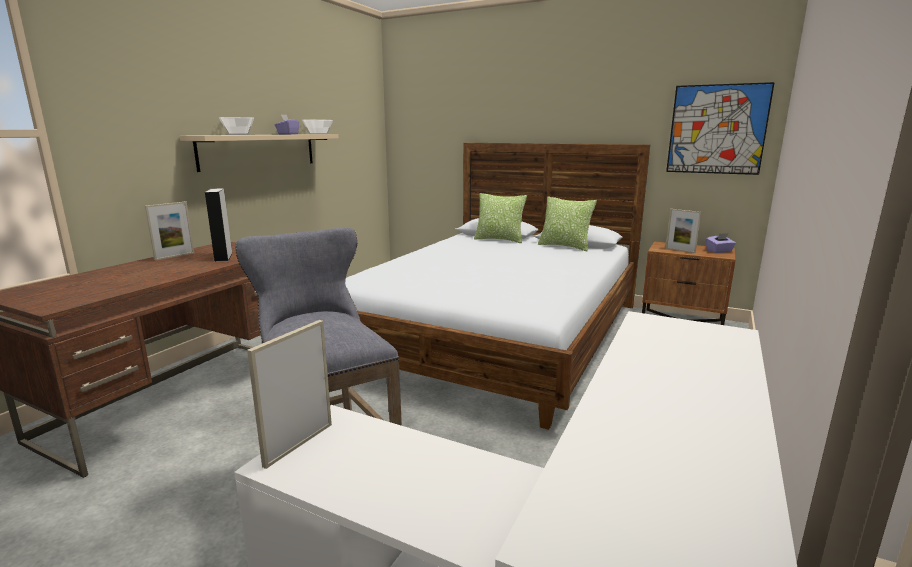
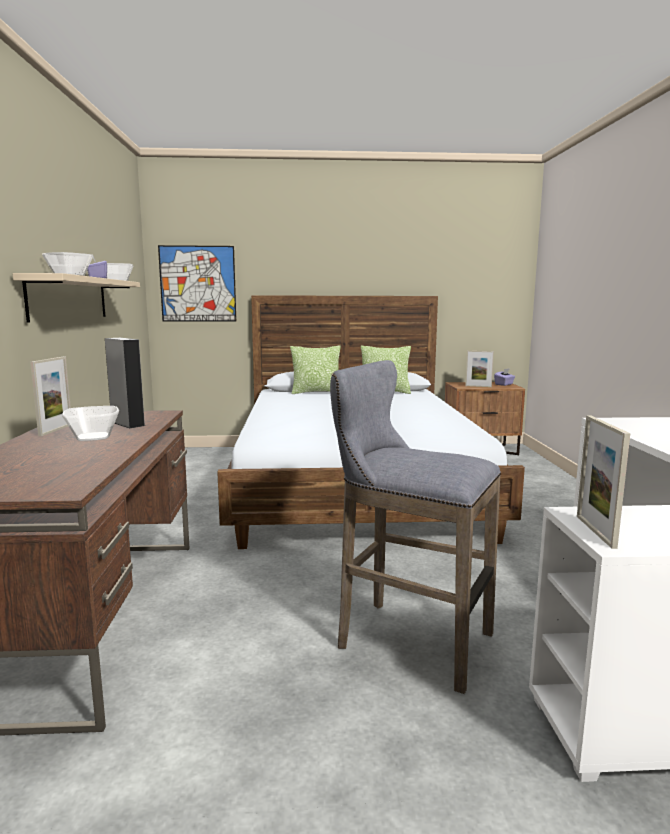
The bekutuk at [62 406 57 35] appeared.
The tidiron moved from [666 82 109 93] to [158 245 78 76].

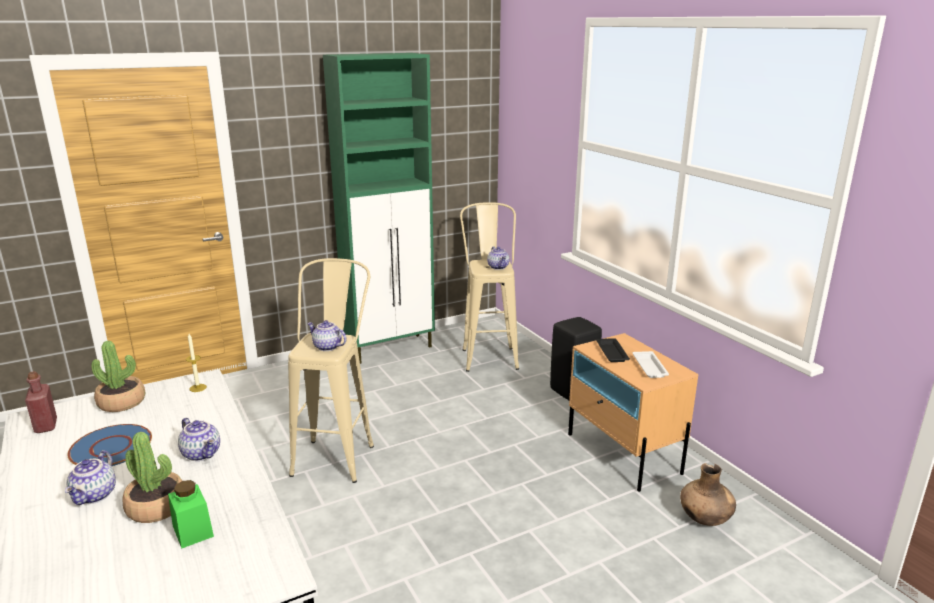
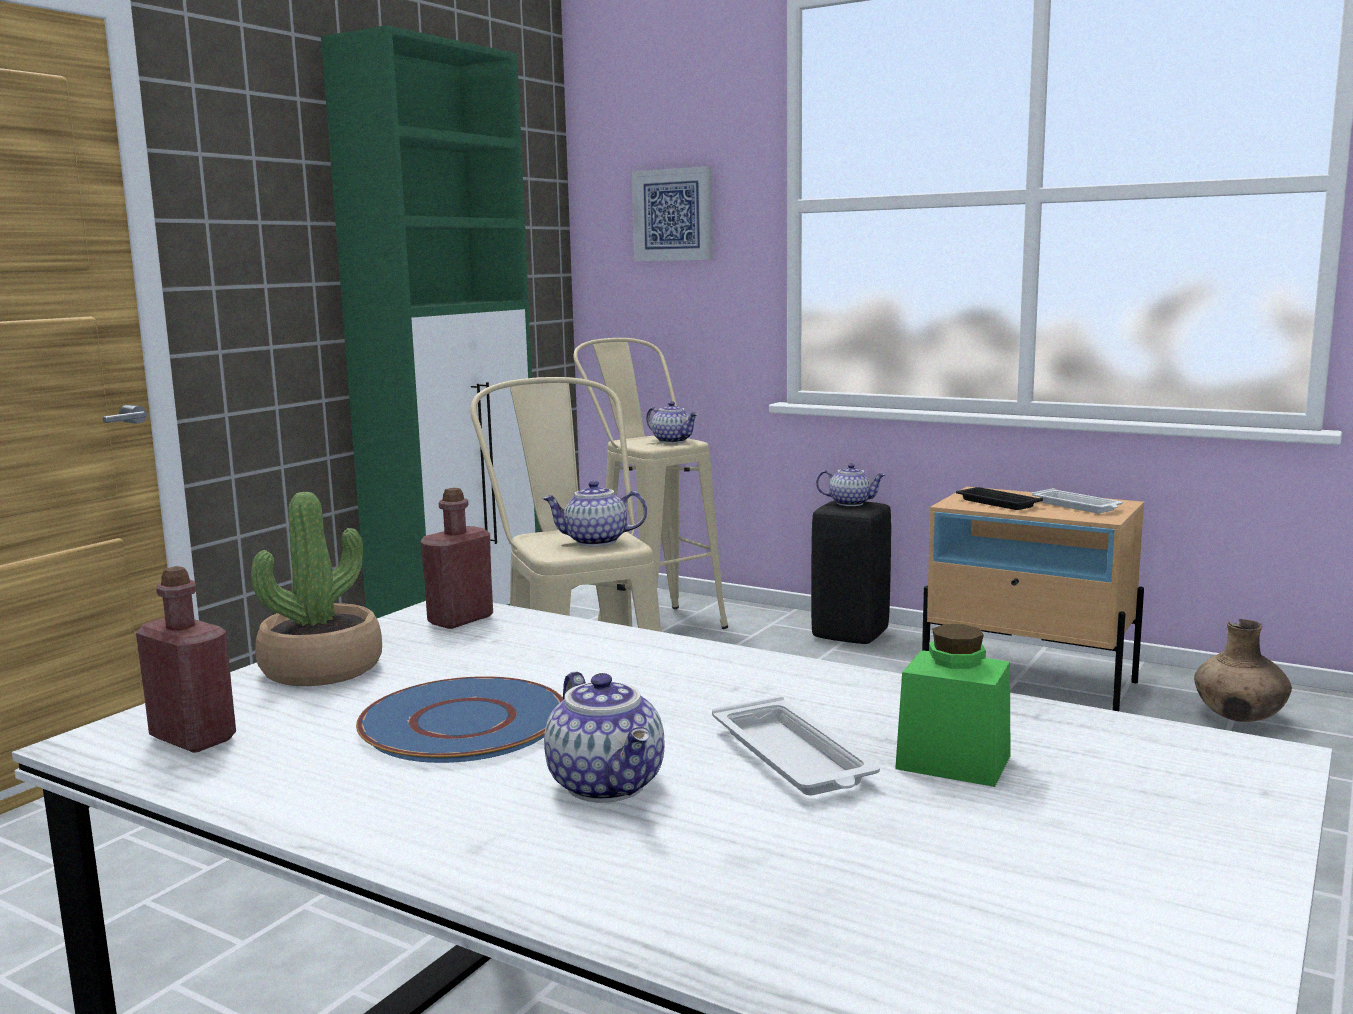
The tidiron at [632 166 81 95] appeared.
The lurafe moved from [178 418 42 43] to [816 463 70 43].
The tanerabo at [123 432 60 91] was replaced by the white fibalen at [712 696 168 100].
The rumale at [186 334 21 58] was replaced by the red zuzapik at [420 488 73 141].

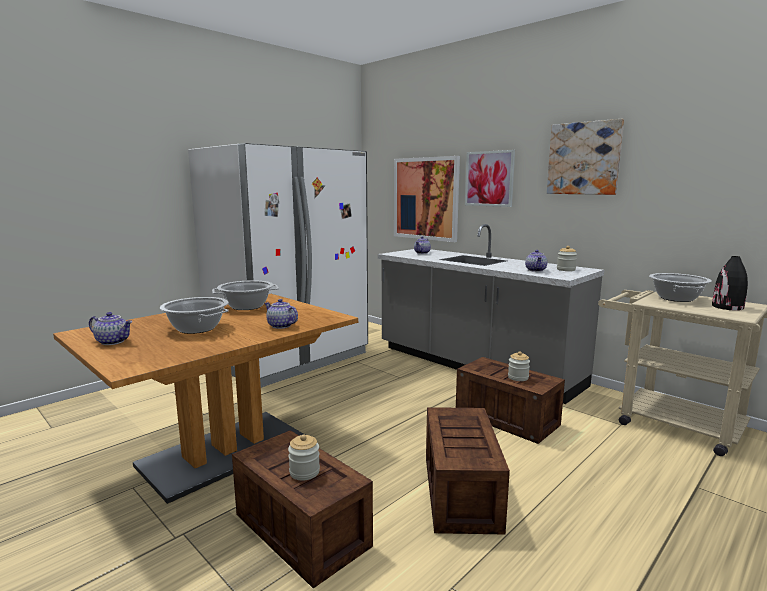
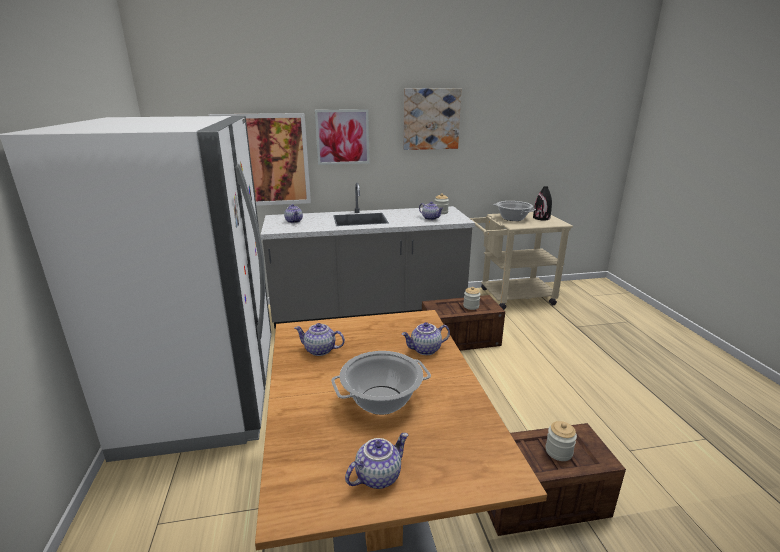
The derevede at [426 407 84 128] disappeared.
The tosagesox at [212 281 67 29] was replaced by the lurafe at [295 323 50 33].

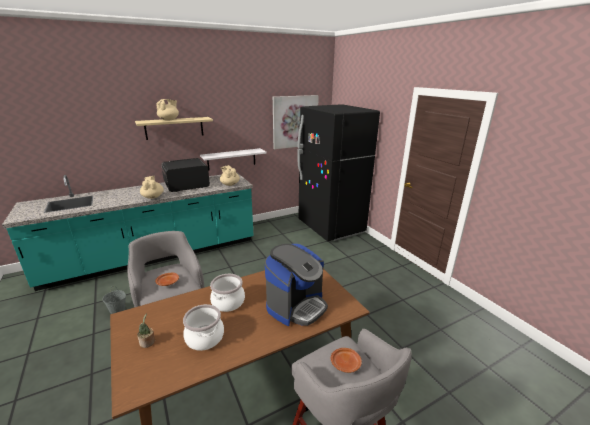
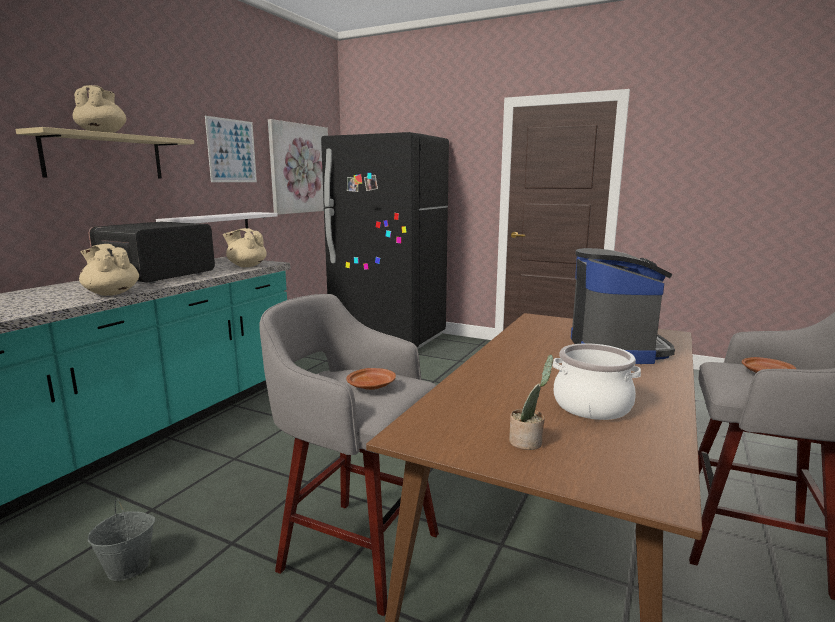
The tosagesox at [210 274 35 38] disappeared.
The tidiron at [205 116 52 66] appeared.

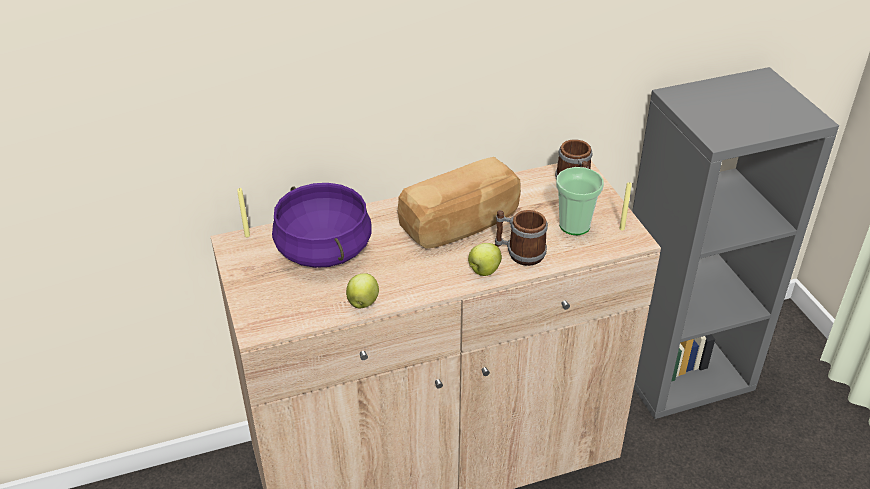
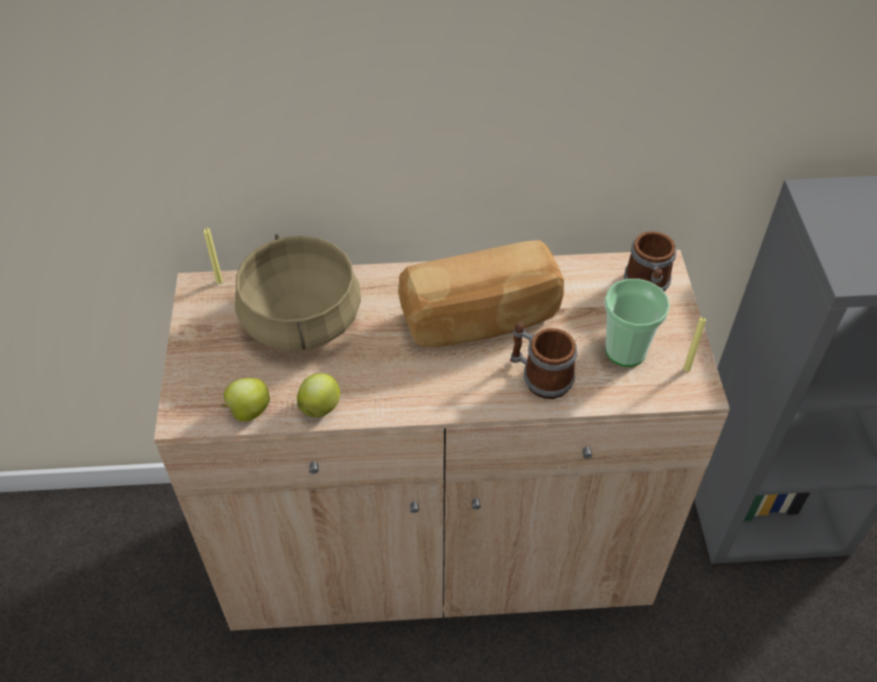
The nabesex moved from [468 243 34 33] to [221 378 49 43].
The purple tosagesox at [272 183 100 85] became the beige tosagesox at [235 234 126 117].

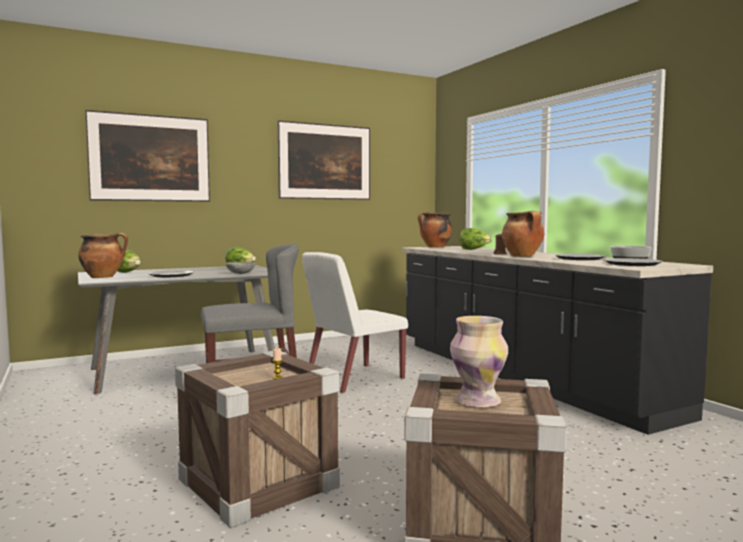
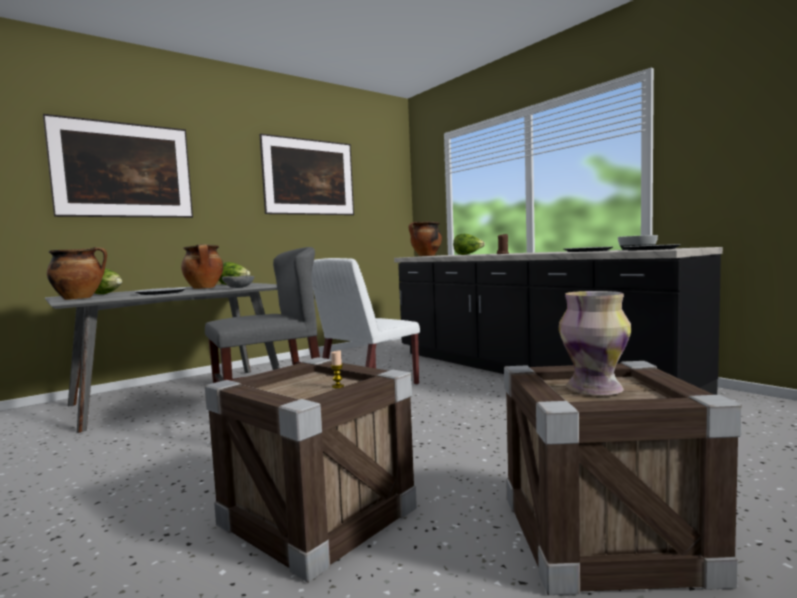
The tosagesox moved from [502 211 42 46] to [181 244 42 45].

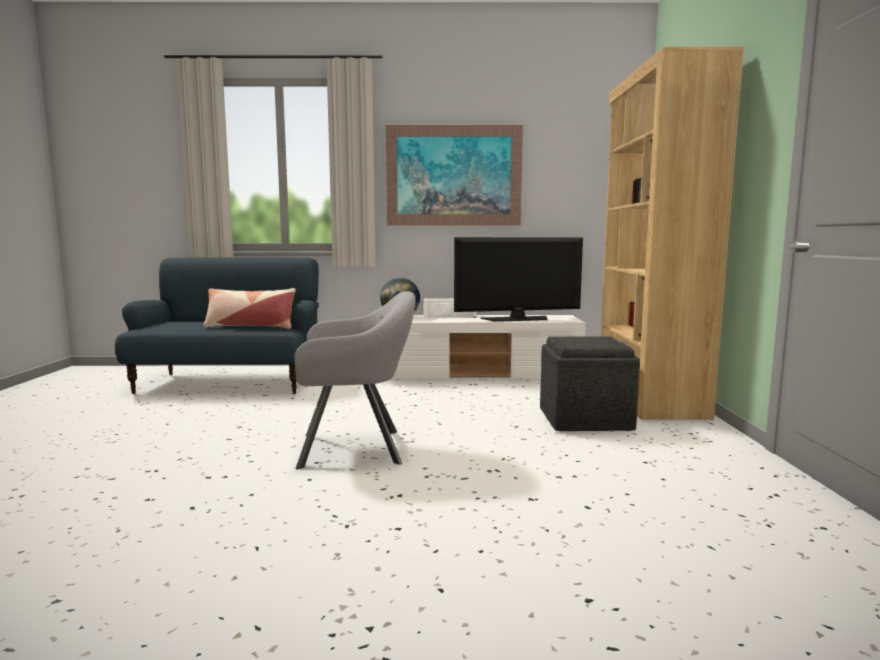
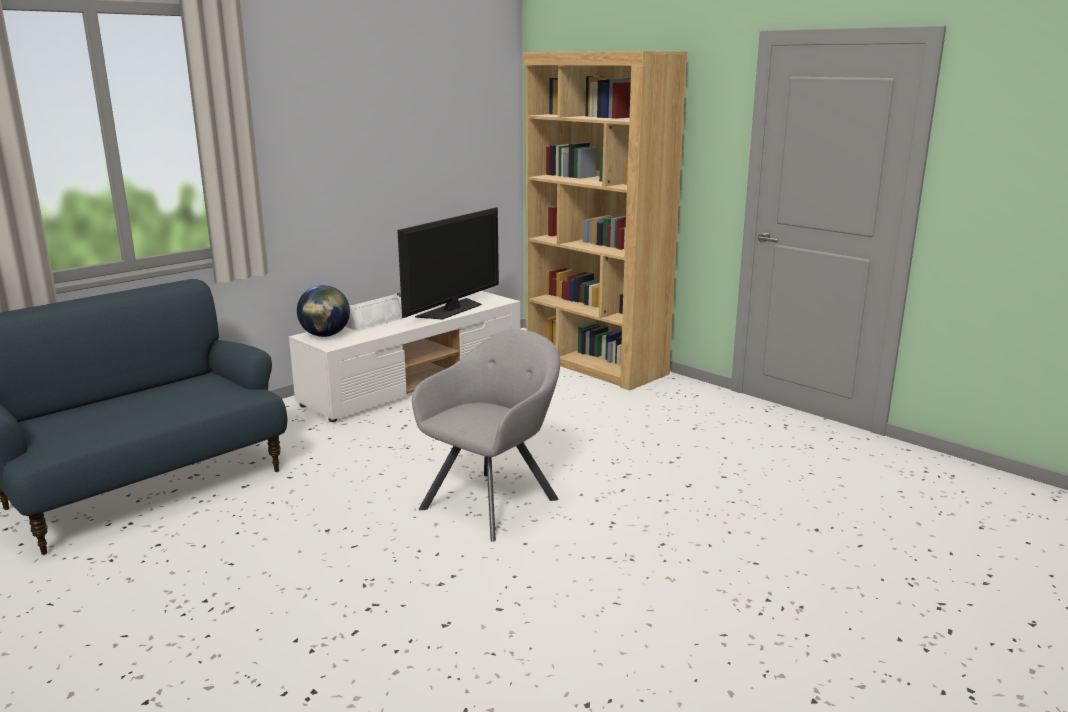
The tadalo at [203 288 92 41] disappeared.
The tidiron at [386 125 137 100] disappeared.
The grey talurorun at [540 336 100 95] disappeared.

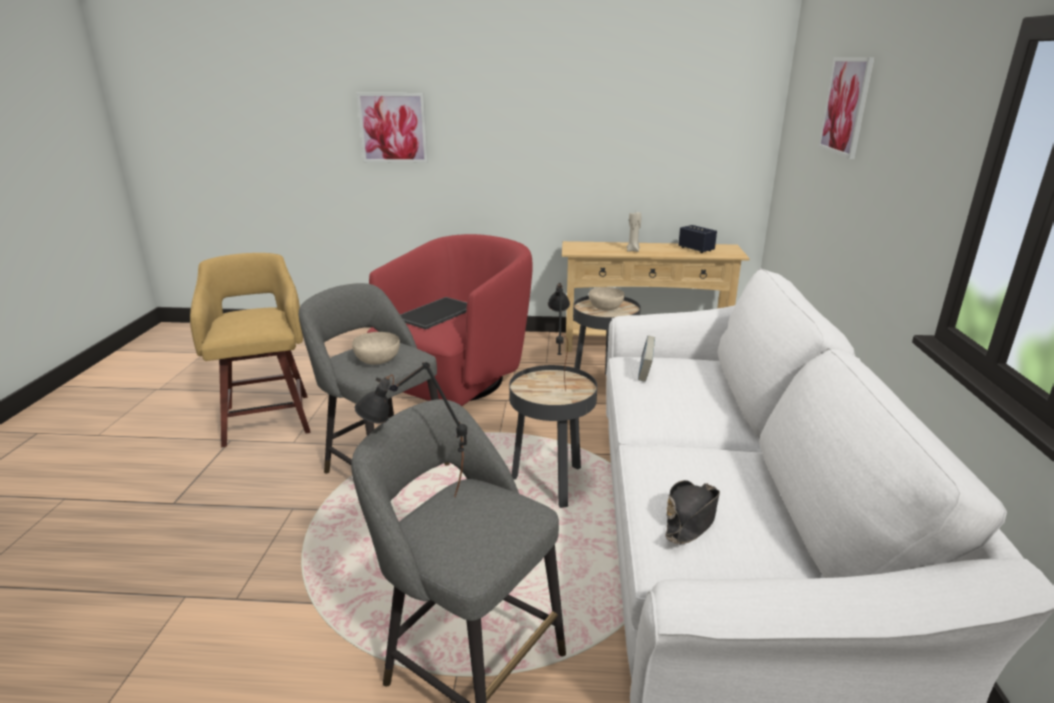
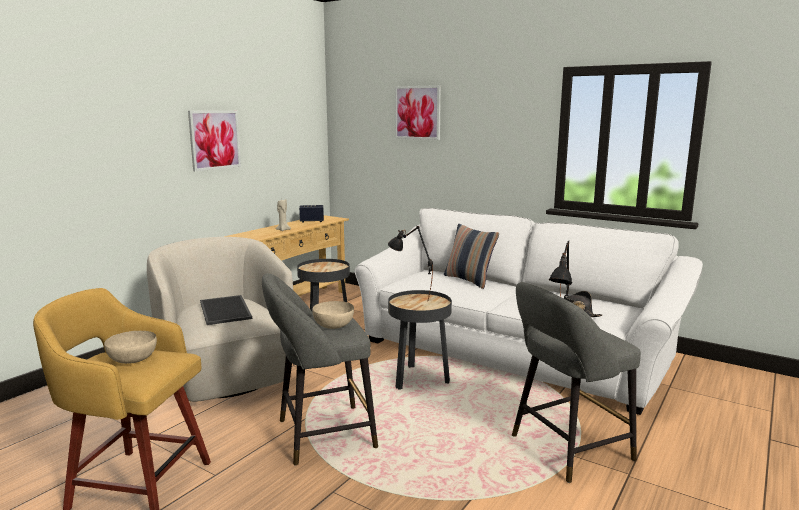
The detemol at [638 336 17 46] disappeared.
The tadalo at [444 224 55 65] appeared.
The tidiron moved from [357 93 71 70] to [188 111 53 60].
The beige bekutuk moved from [589 287 35 23] to [104 331 53 33].
The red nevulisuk at [367 234 166 172] became the beige nevulisuk at [147 237 146 165].

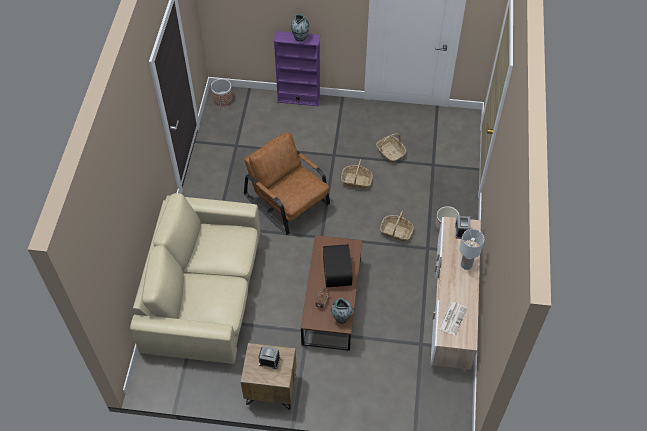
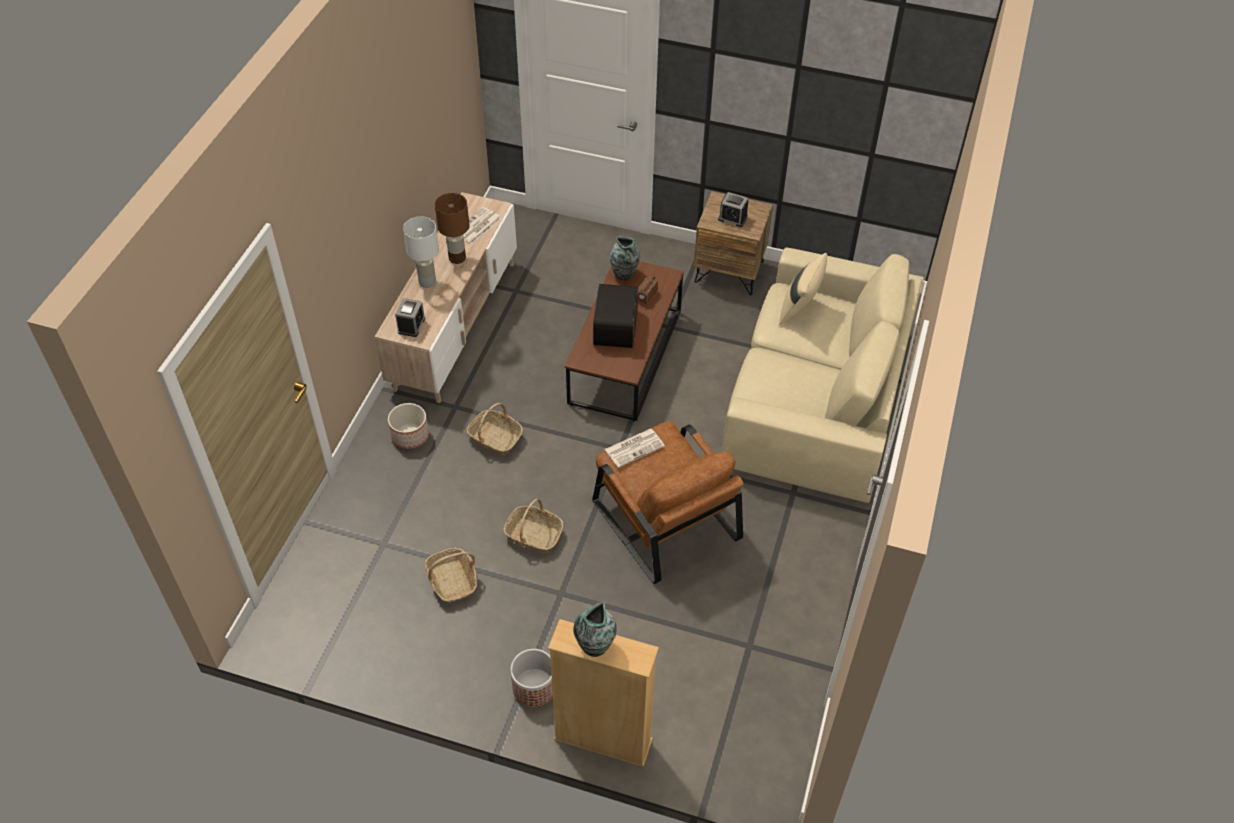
The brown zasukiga at [435 193 34 71] appeared.
The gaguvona at [605 429 60 39] appeared.
The beige tadalo at [779 253 48 72] appeared.
The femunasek moved from [211 79 22 27] to [510 649 43 58].
The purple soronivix at [273 31 48 75] became the beige soronivix at [548 619 111 148].

